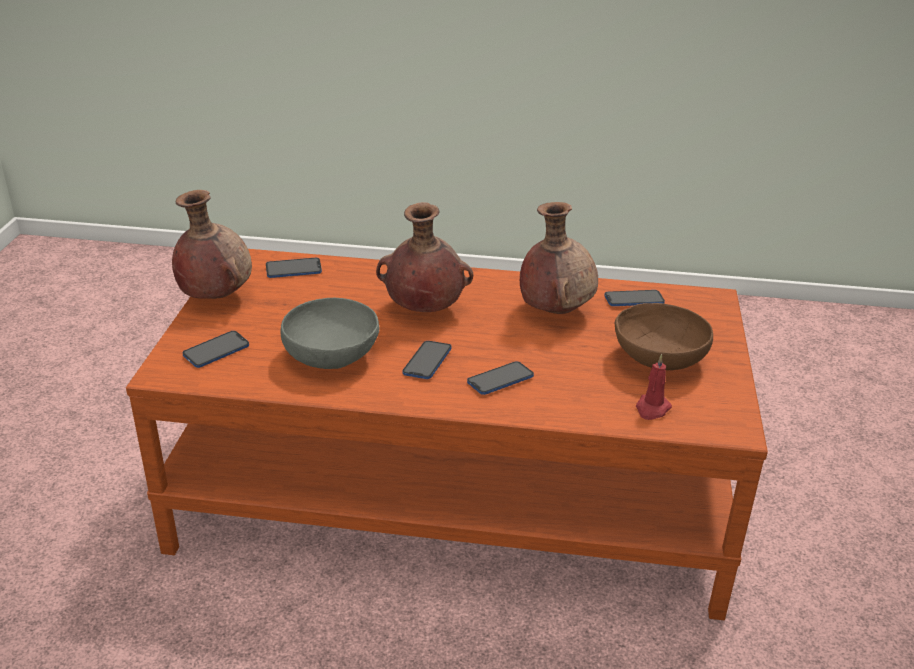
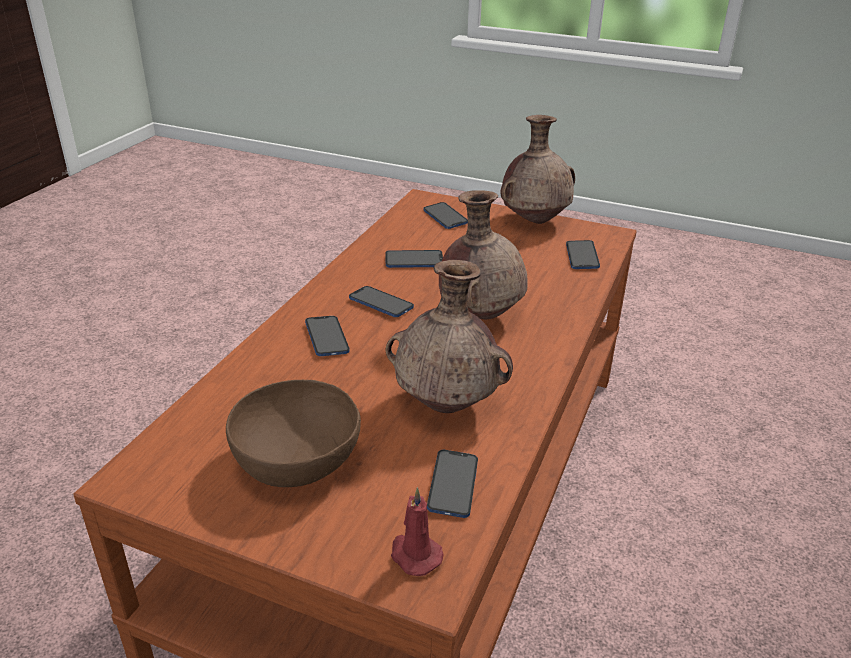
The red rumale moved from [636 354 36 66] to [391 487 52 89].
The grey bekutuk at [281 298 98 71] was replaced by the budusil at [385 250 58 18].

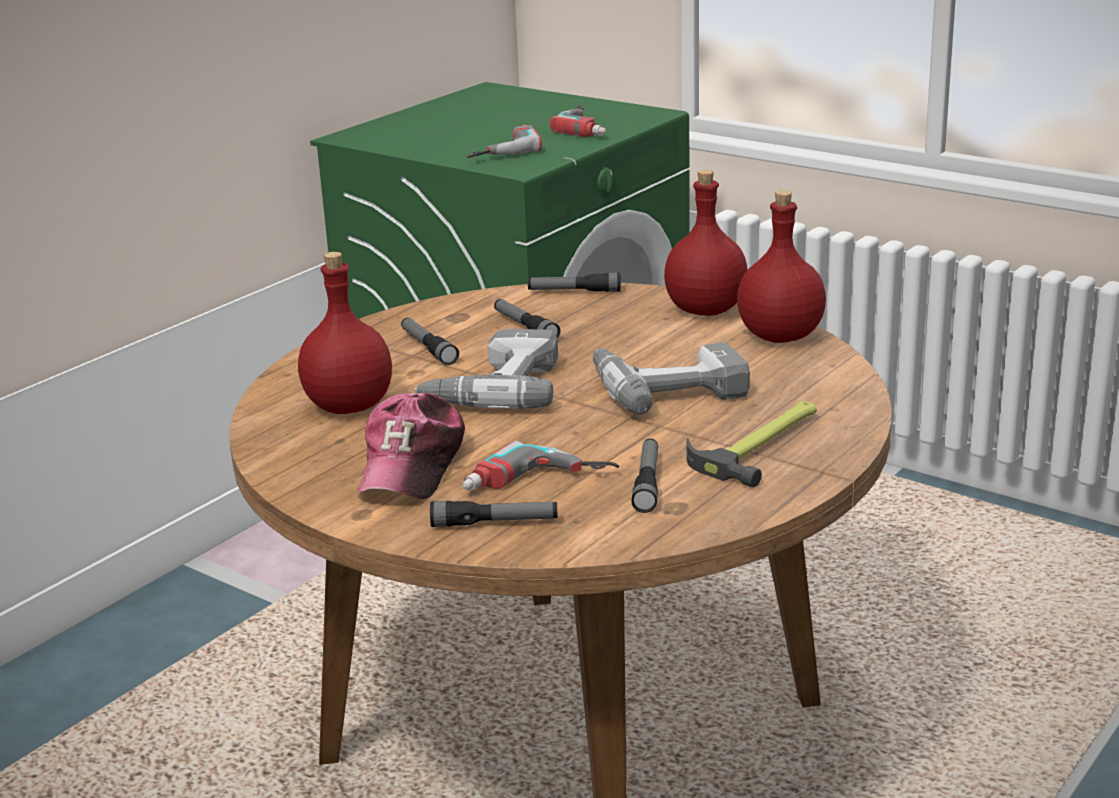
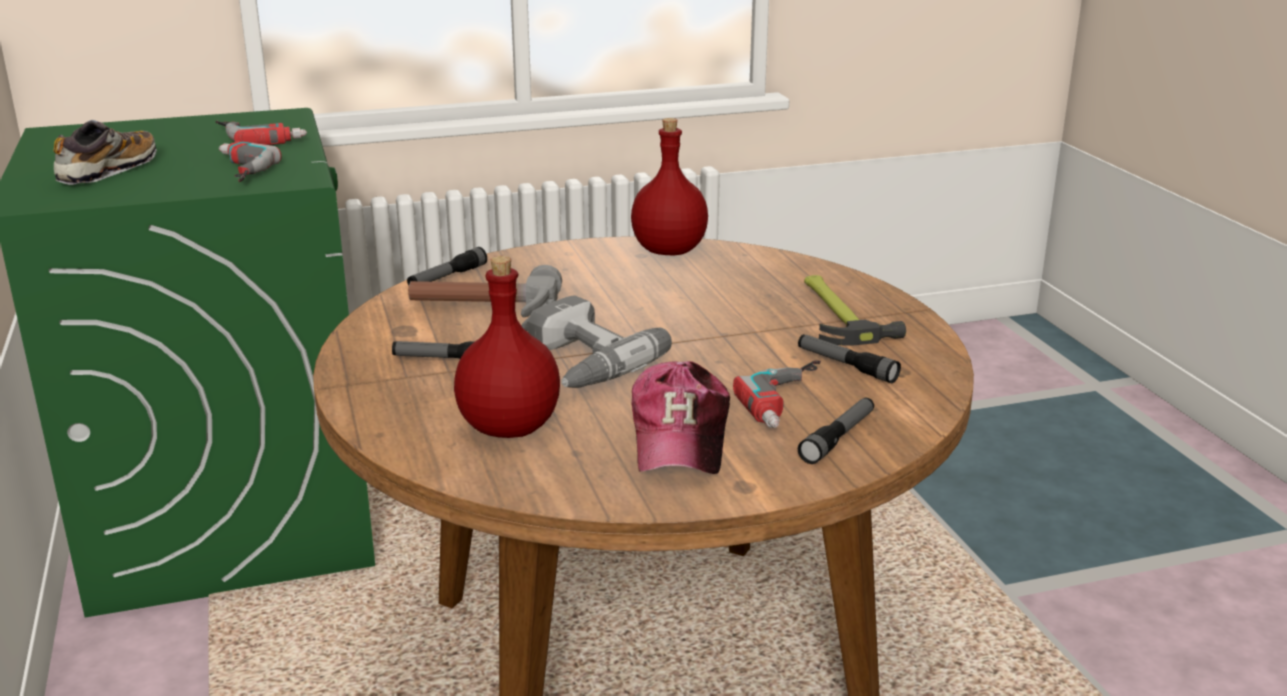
The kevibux at [593 342 157 73] disappeared.
The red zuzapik at [664 170 83 146] disappeared.
The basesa at [54 120 103 65] appeared.
The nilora at [494 299 66 39] was replaced by the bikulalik at [408 265 154 66].
The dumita at [356 393 109 106] turned 45 degrees clockwise.

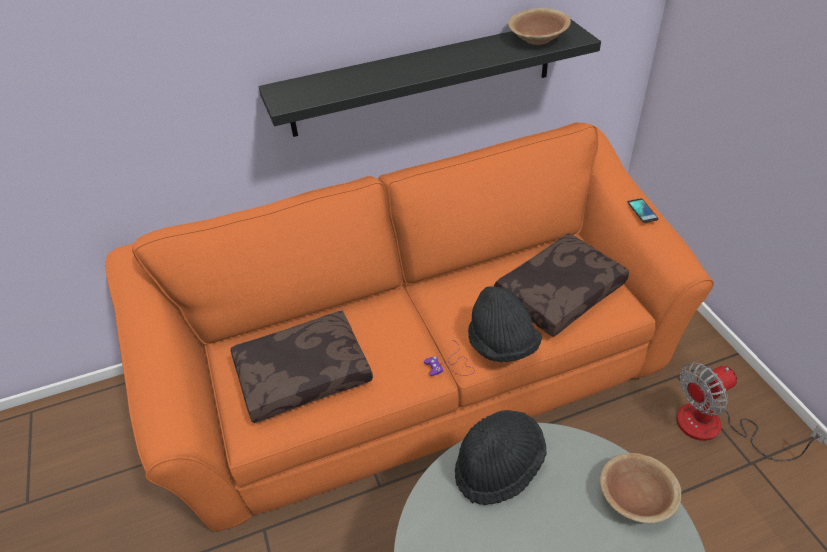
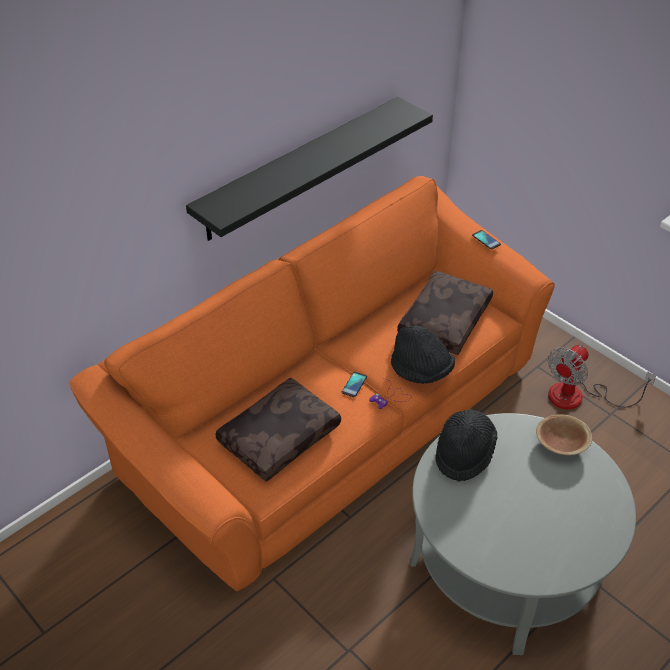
The brown bekutuk at [508 8 63 37] disappeared.
The budusil at [342 372 25 25] appeared.

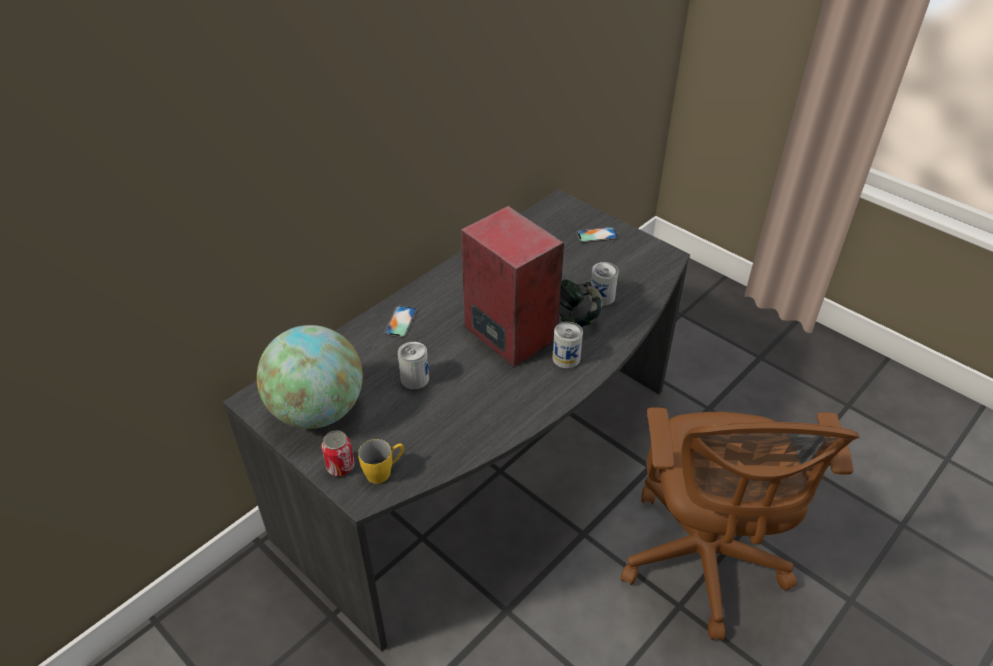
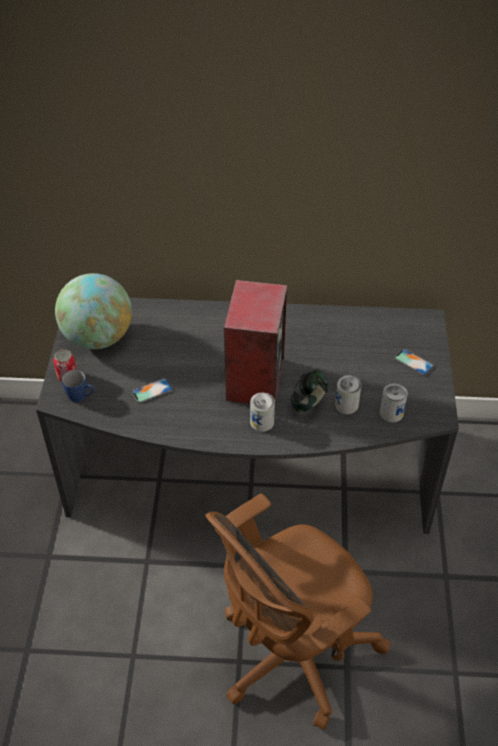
The budusil moved from [384 305 33 33] to [131 378 42 26].
The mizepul moved from [398 342 31 48] to [380 384 28 38].
The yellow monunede at [358 439 46 45] became the blue monunede at [61 370 33 32].

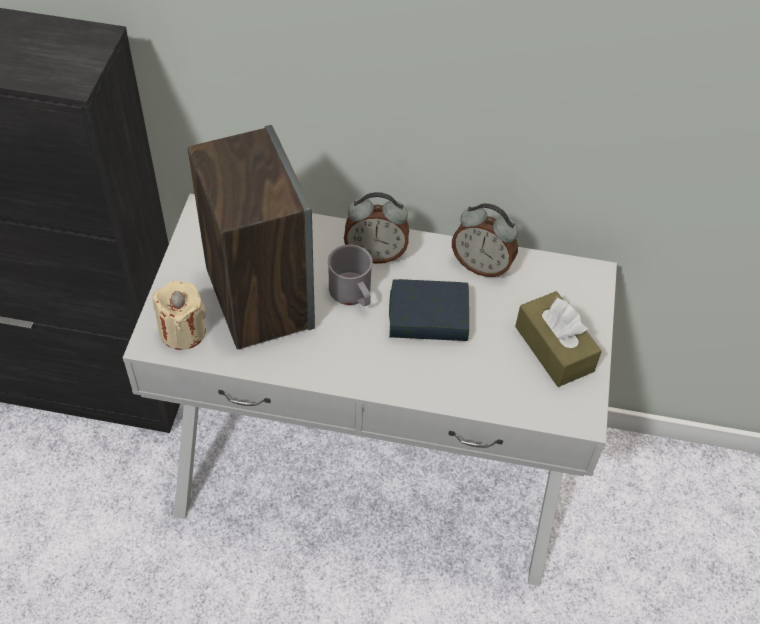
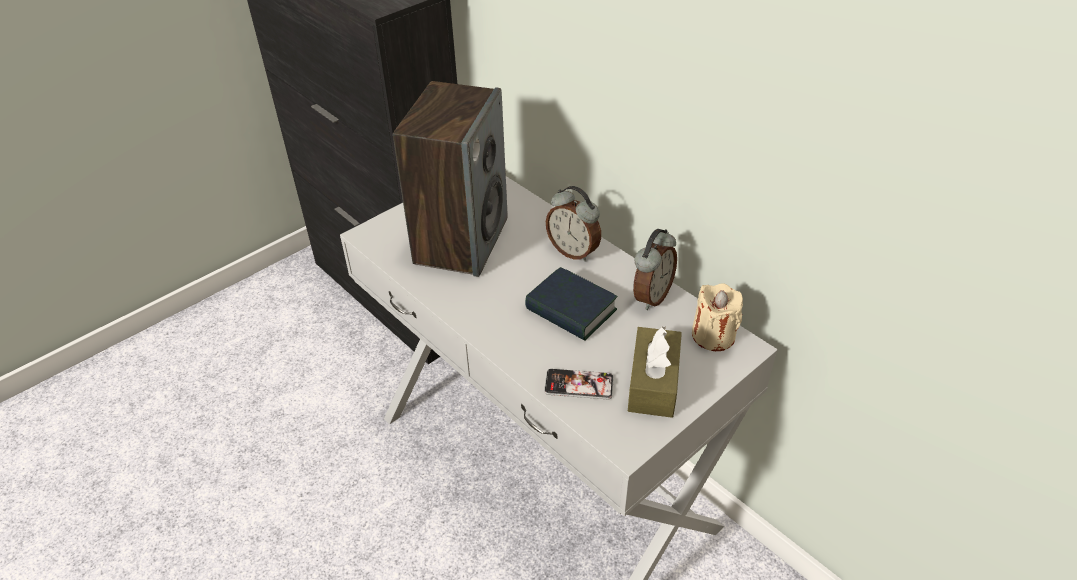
The grey monunede at [328 244 45 62] disappeared.
The budusil at [544 369 70 30] appeared.
The beige rumale moved from [153 281 53 69] to [692 283 51 68].
The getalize at [452 203 66 74] turned 120 degrees counterclockwise.

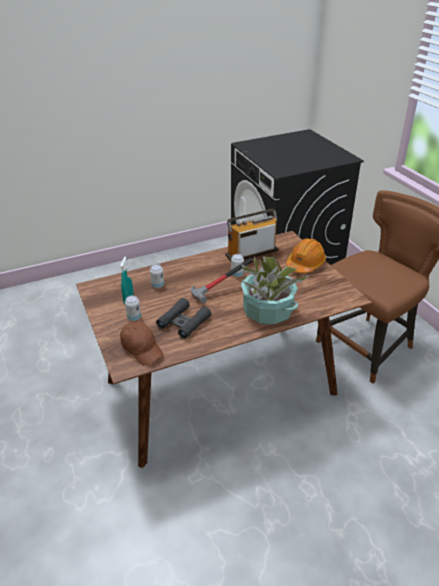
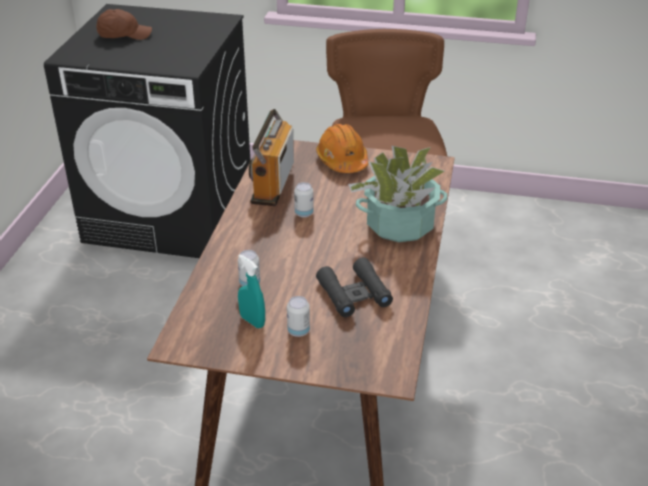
The bikulalik at [191 258 63 45] disappeared.
The brown dumita moved from [120 321 44 44] to [96 9 56 31].

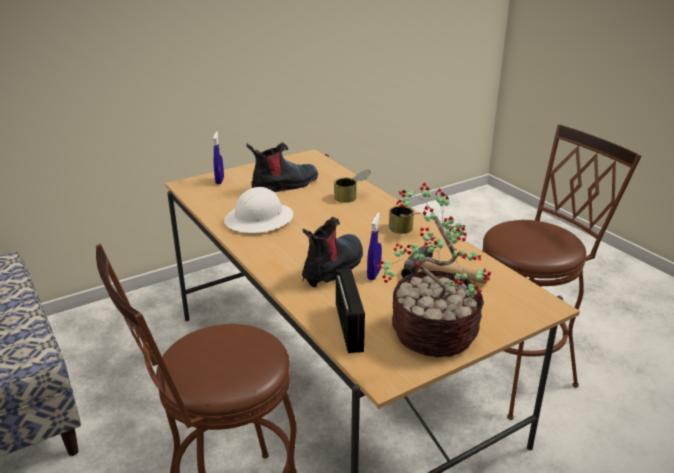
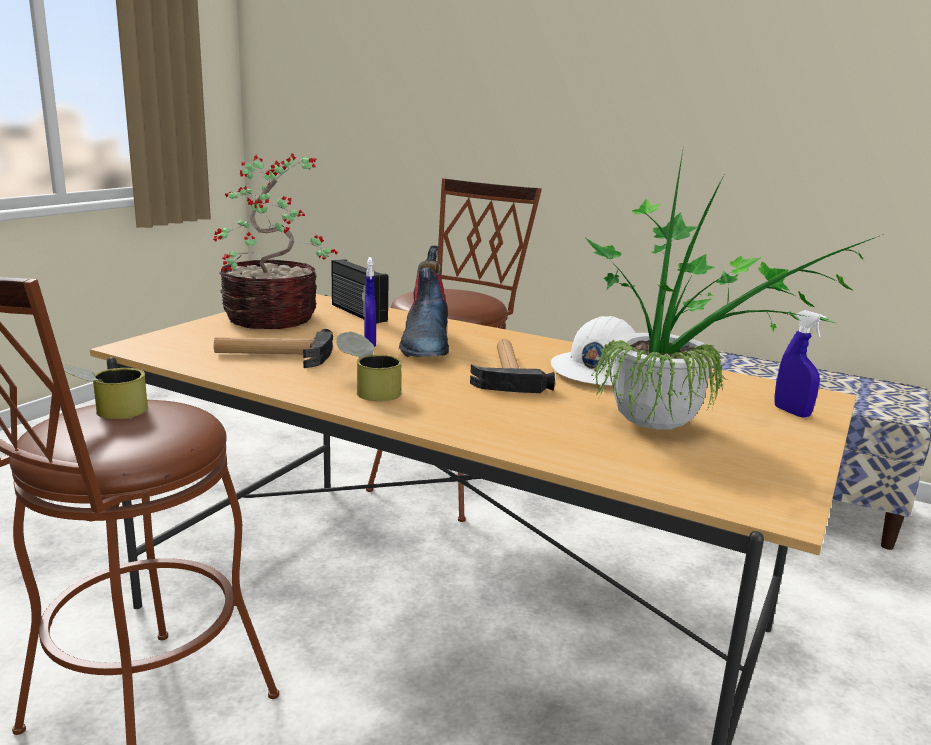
The bikulalik at [470 339 85 54] appeared.
The mizepul moved from [334 170 37 33] to [63 364 85 55].
The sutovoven at [246 142 72 50] was replaced by the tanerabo at [586 145 298 285].

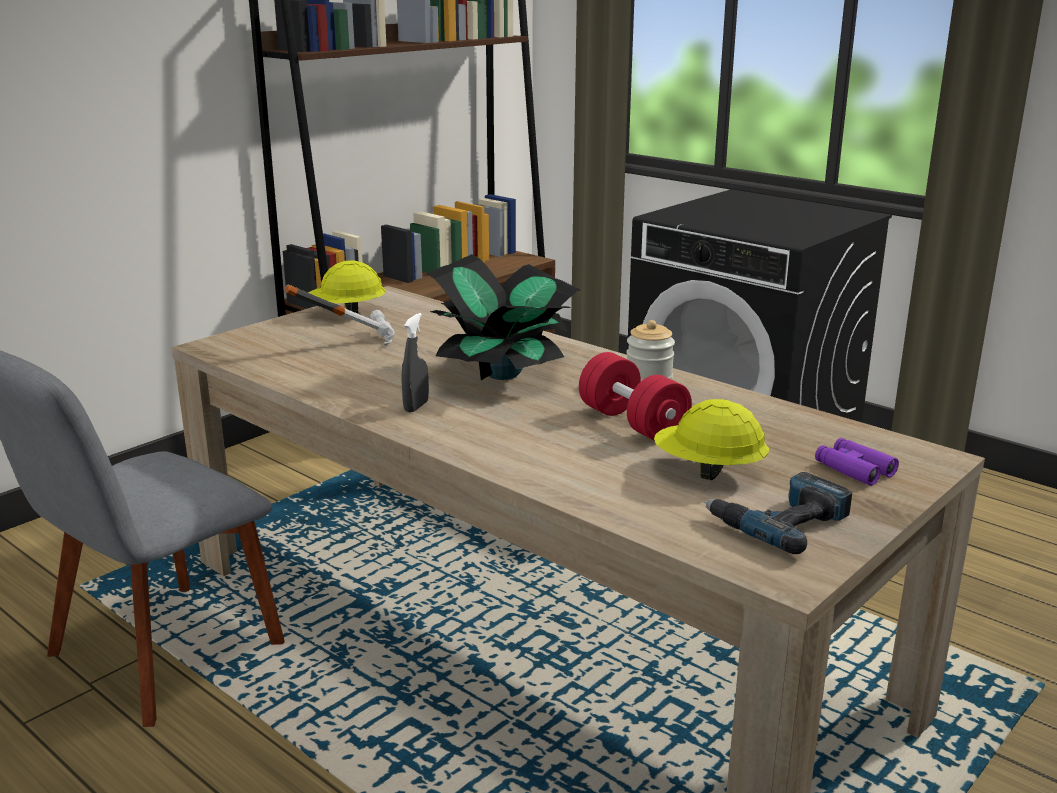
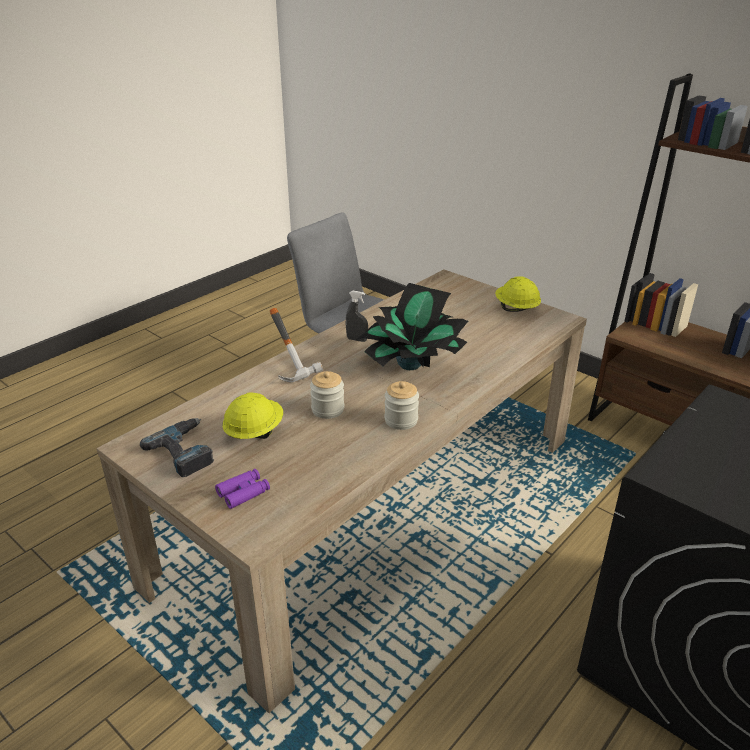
The bikulalik moved from [285 285 110 60] to [270 308 53 74].
The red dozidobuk at [579 352 113 89] was replaced by the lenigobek at [310 371 34 48].

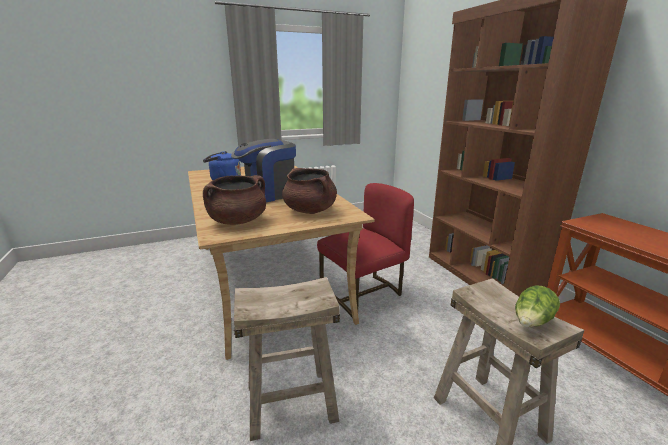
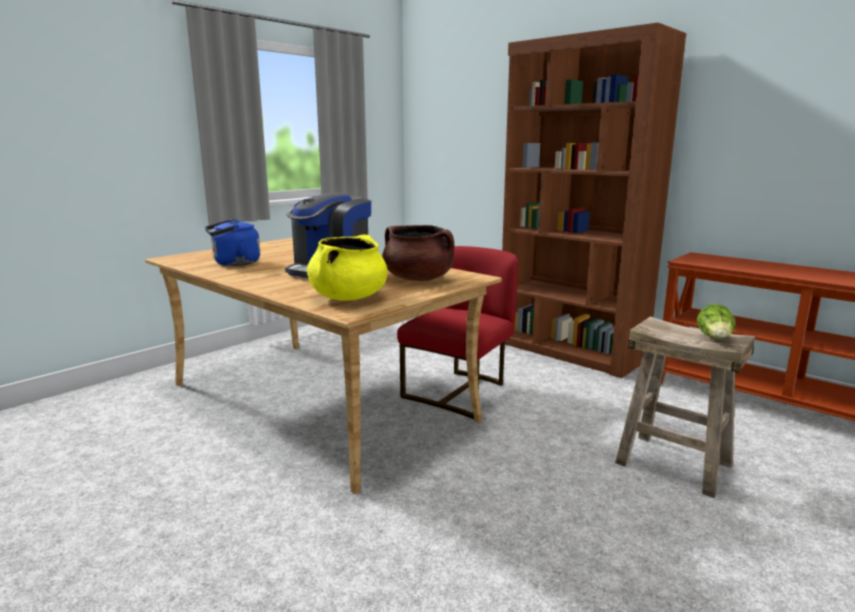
The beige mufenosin at [234 277 106 164] disappeared.
The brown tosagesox at [203 175 63 50] became the yellow tosagesox at [307 235 81 66].

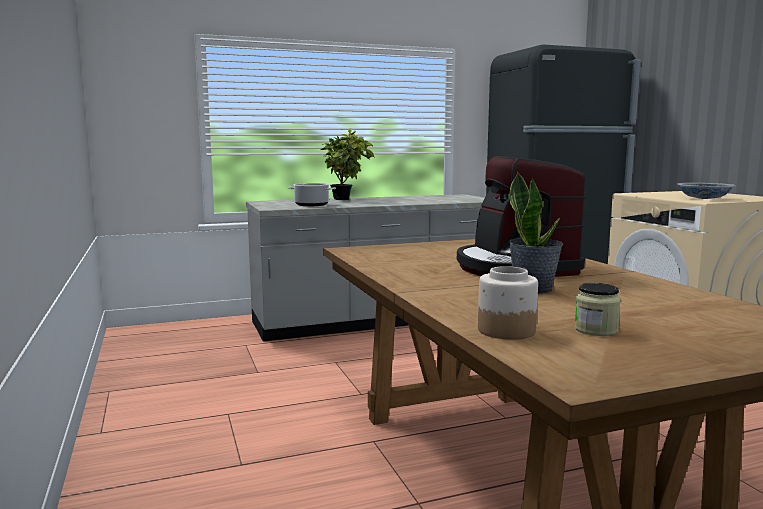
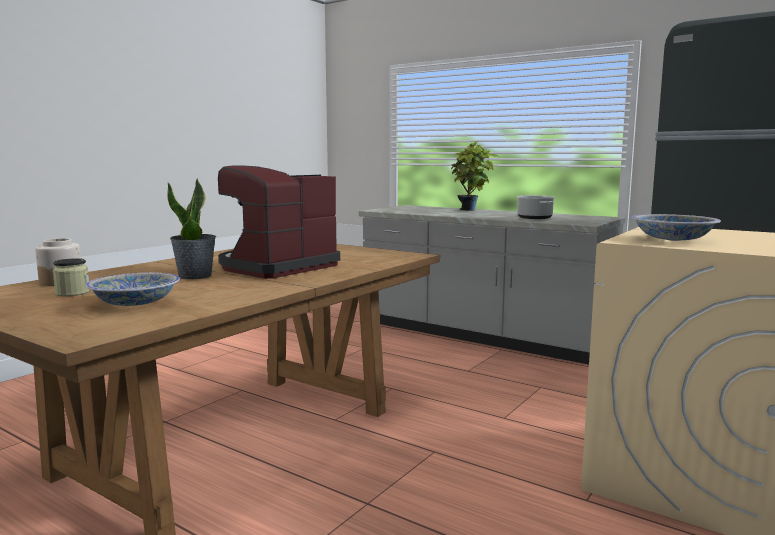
The bekutuk at [85 272 95 34] appeared.
The tosagesox moved from [287 183 49 23] to [517 195 38 24].

